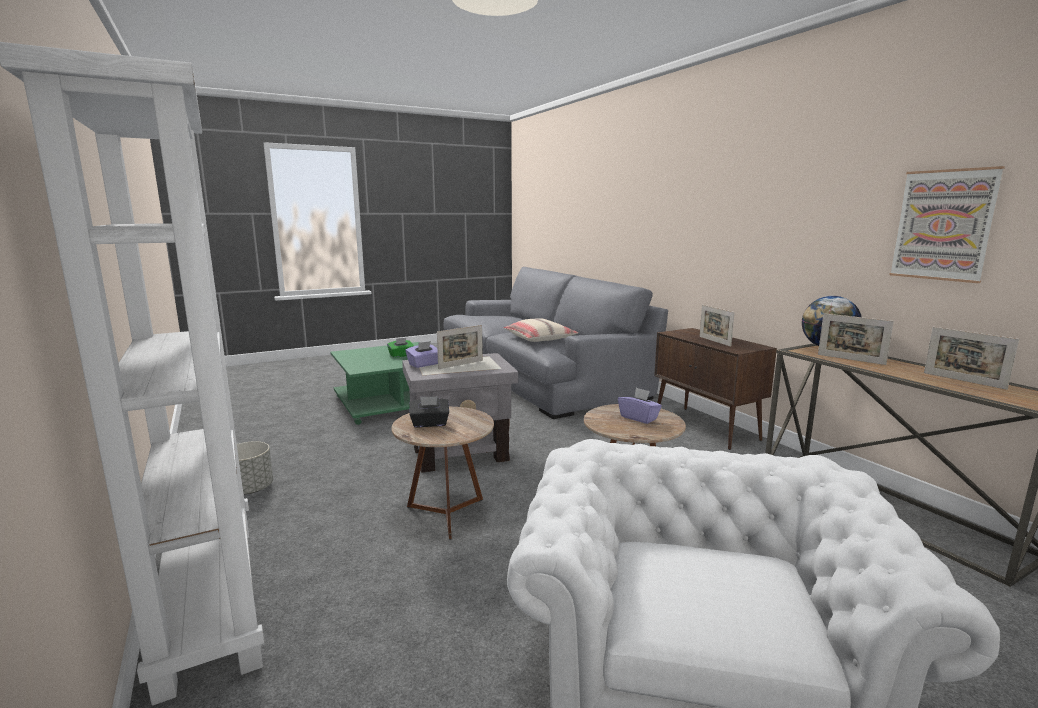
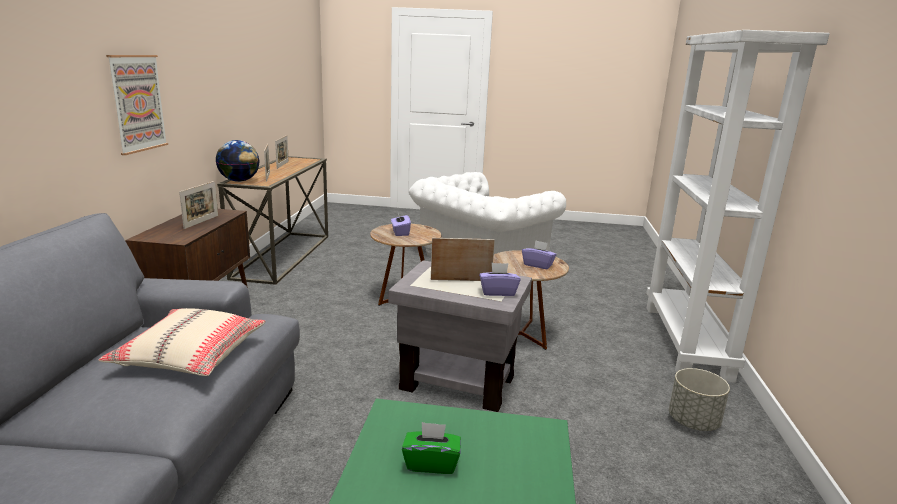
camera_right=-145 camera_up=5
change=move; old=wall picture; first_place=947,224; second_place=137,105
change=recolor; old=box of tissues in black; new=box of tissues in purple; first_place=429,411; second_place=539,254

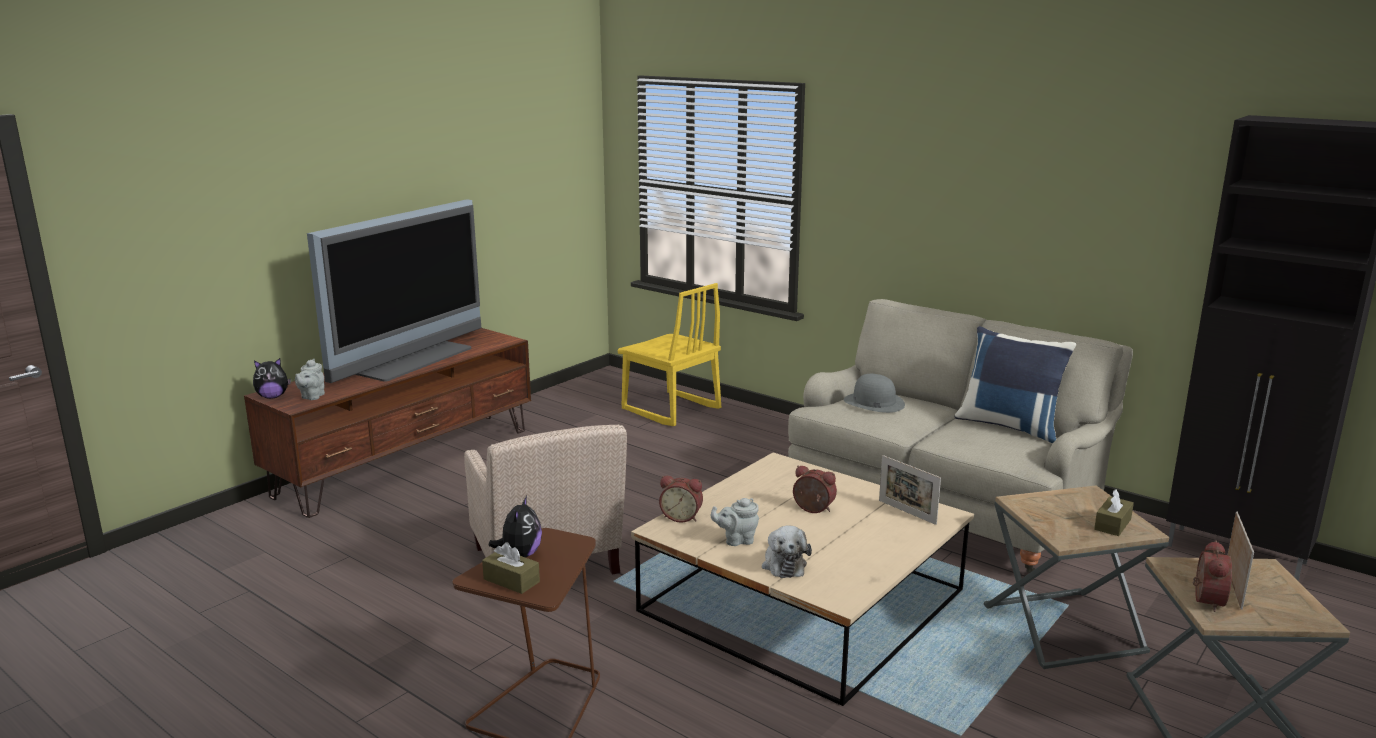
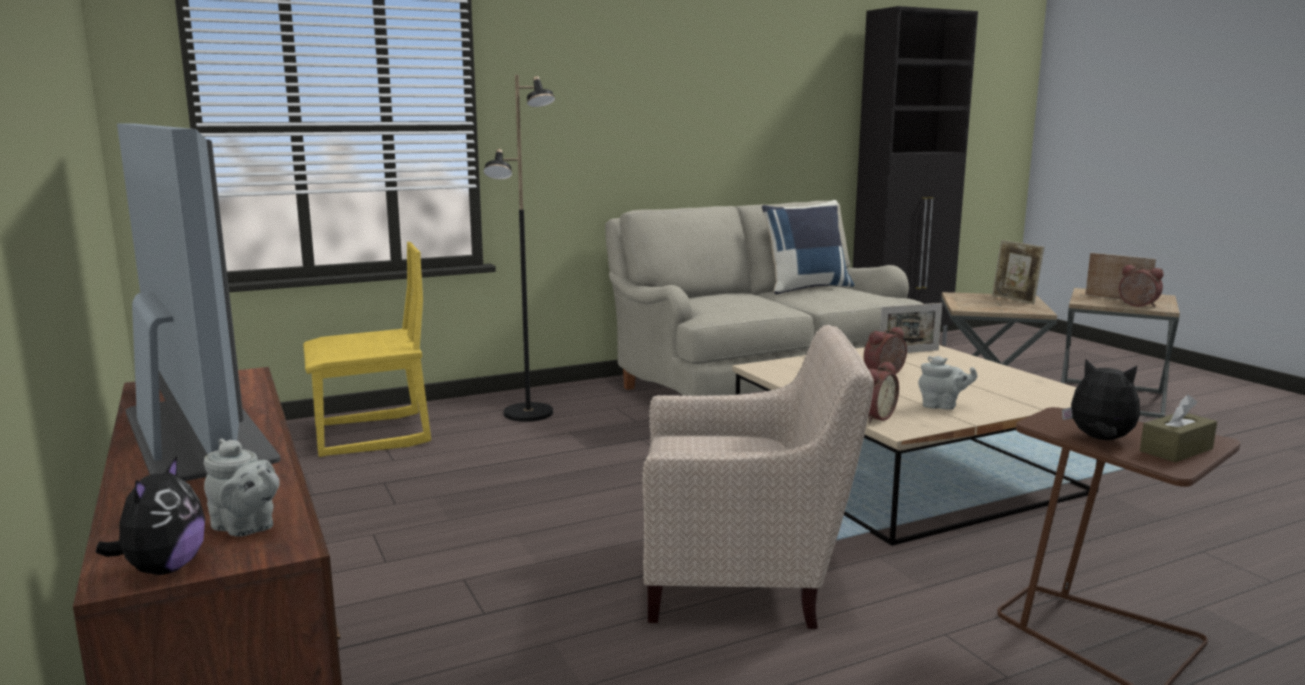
camera_right=-65 camera_up=-5
change=insert; new=standing lamp in black; second_place=519,248
change=rotate; old=pot for tea in gray; first_place=735,522; second_place=947,383; degrees=-90
change=replace; old=box of tissues in brown; new=standing frame; first_place=1114,512; second_place=1018,272
change=delete; old=plush toy; first_place=787,552
change=delete; old=wearable hat in gray; first_place=874,393

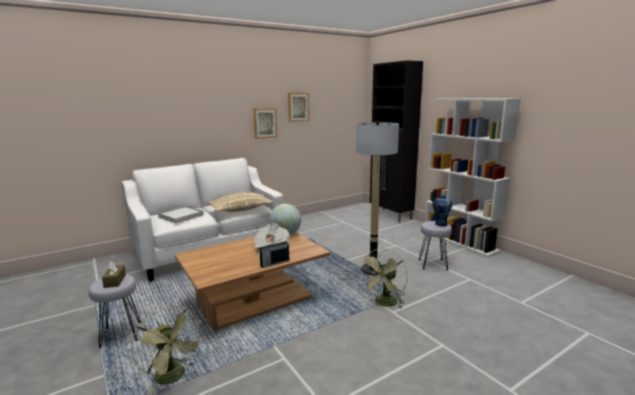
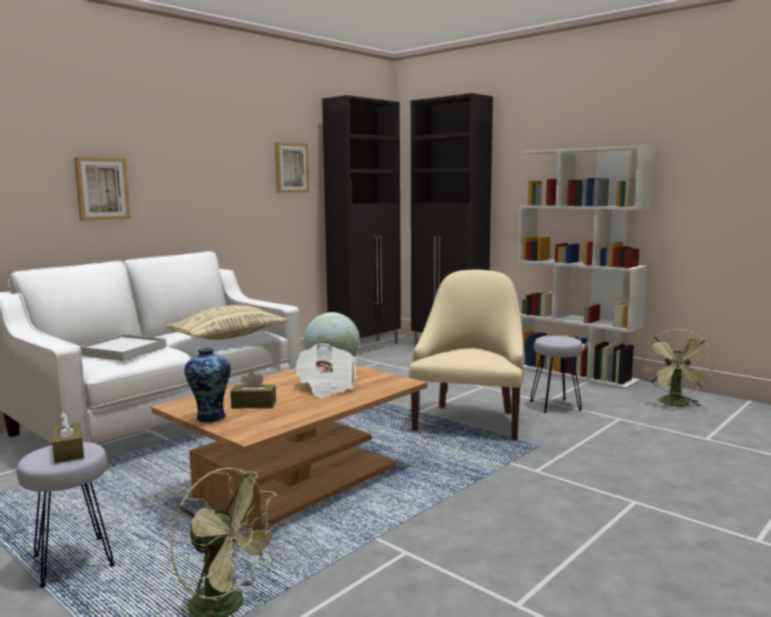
camera_right=-15 camera_up=-5
change=move; old=wall picture; first_place=265,123; second_place=102,189
change=move; old=vase; first_place=442,210; second_place=208,385
change=insert; new=box of tissues in brown; second_place=253,389
change=insert; new=storage cabinet in black; second_place=361,219
change=replace; old=standing lamp; new=armchair in beige-coloured; first_place=377,198; second_place=466,354
change=move; old=fan in green; first_place=383,278; second_place=678,367
change=delete; old=radio receiver; first_place=274,253

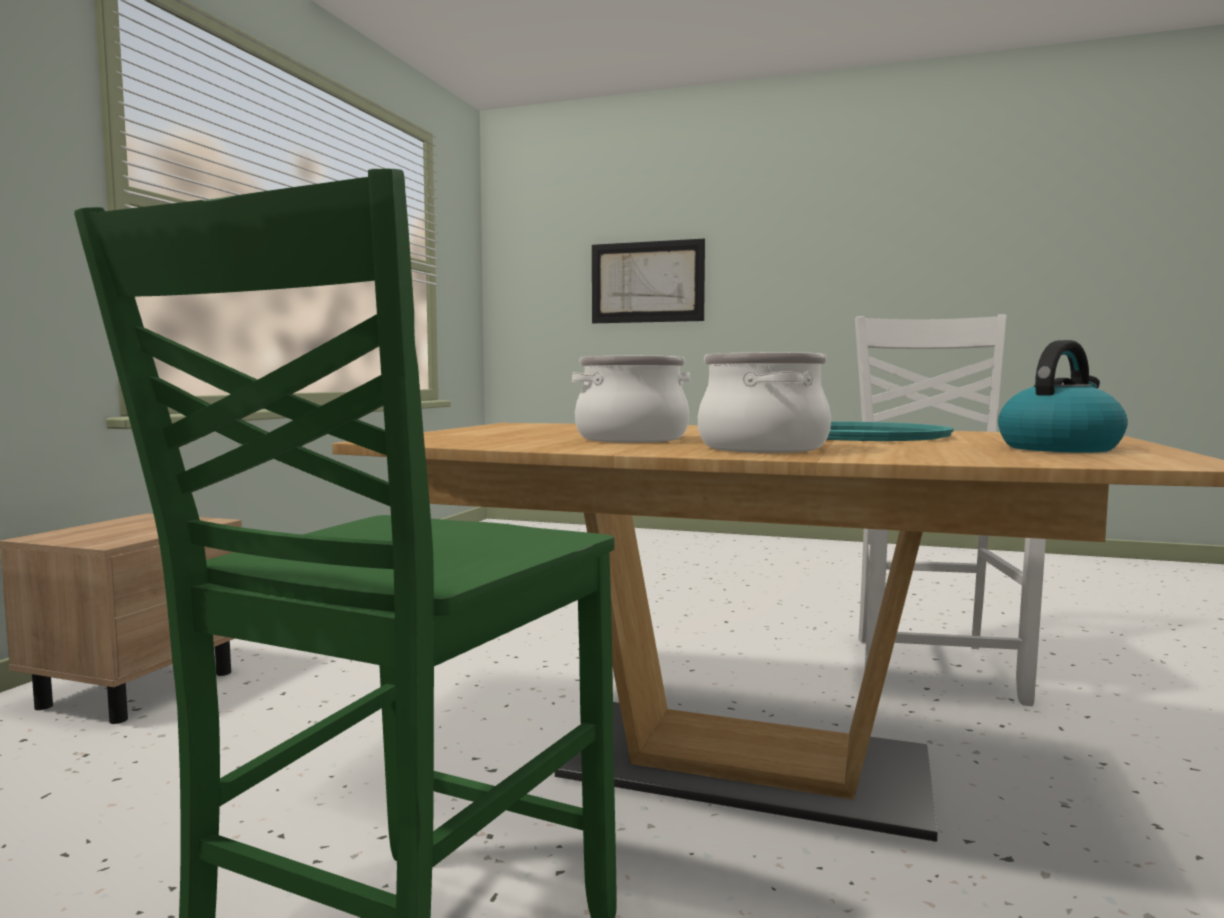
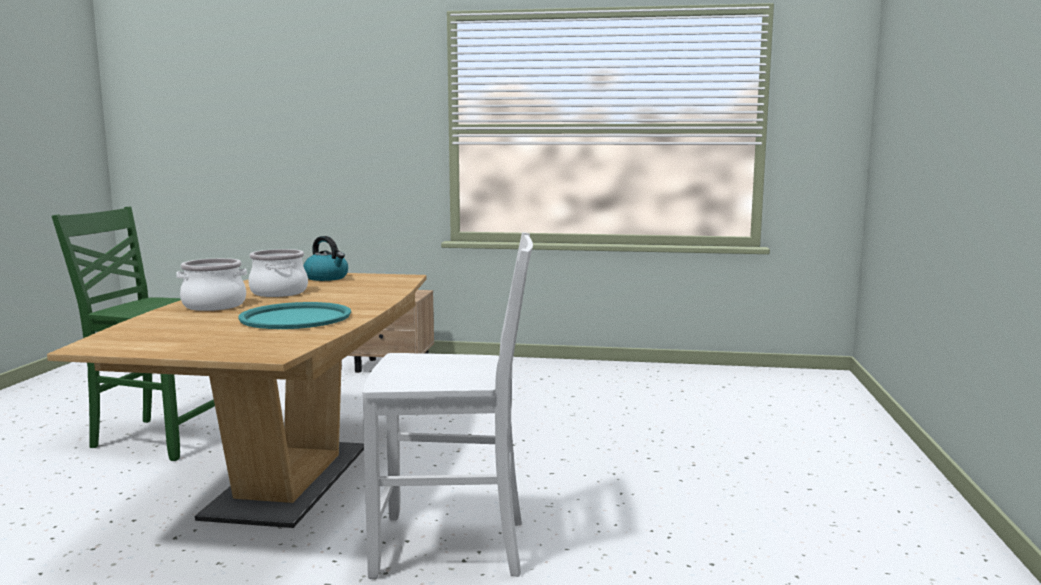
camera_right=80 camera_up=5
change=move; old=kettle; first_place=1063,396; second_place=325,258
change=delete; old=wall picture; first_place=648,281

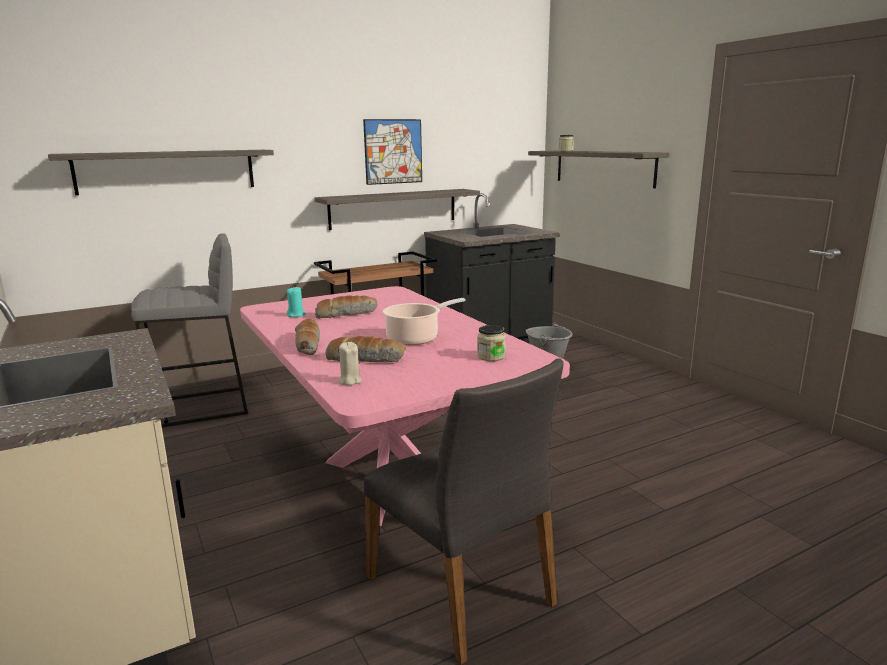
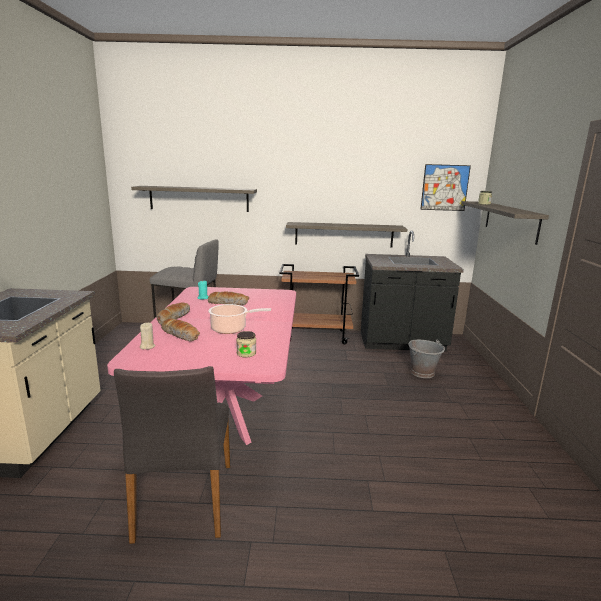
camera_right=30 camera_up=0
change=move; old=wall picture; first_place=392,152; second_place=445,187

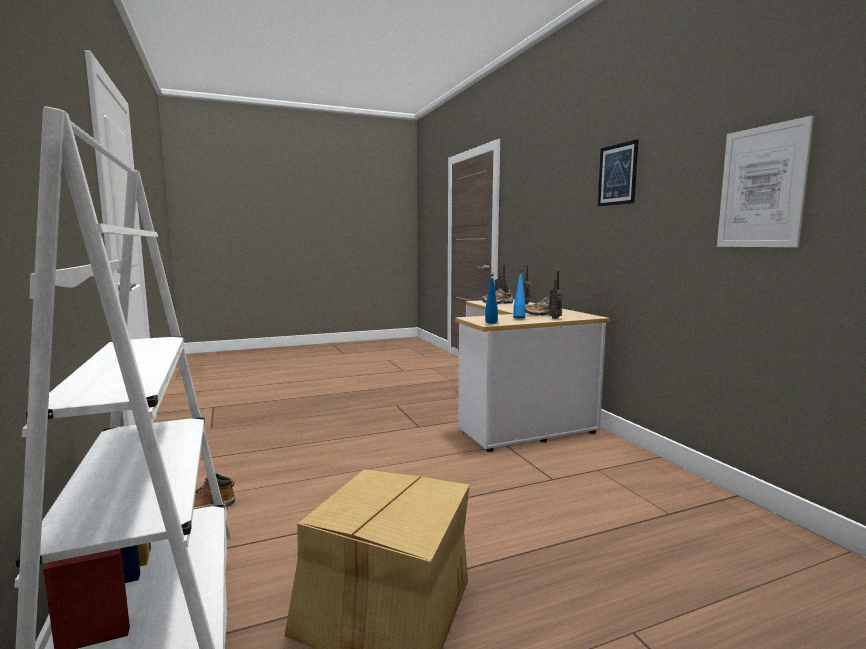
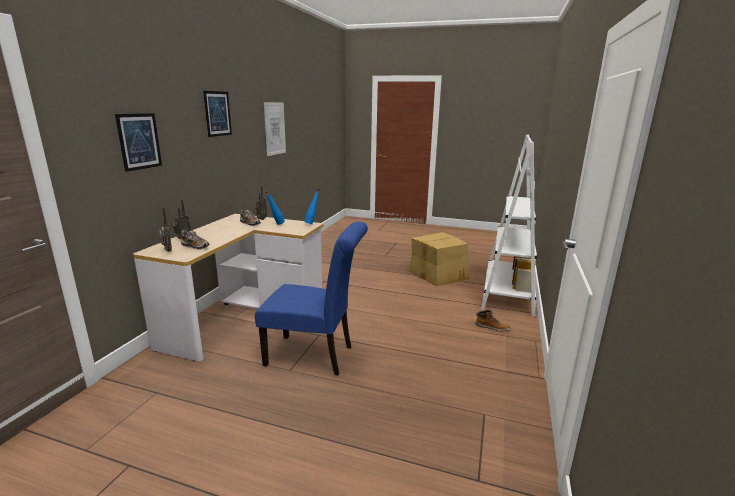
camera_right=-140 camera_up=10
change=insert; new=wall picture; second_place=138,142
change=insert; new=plain chair in blue-coloured; second_place=311,298

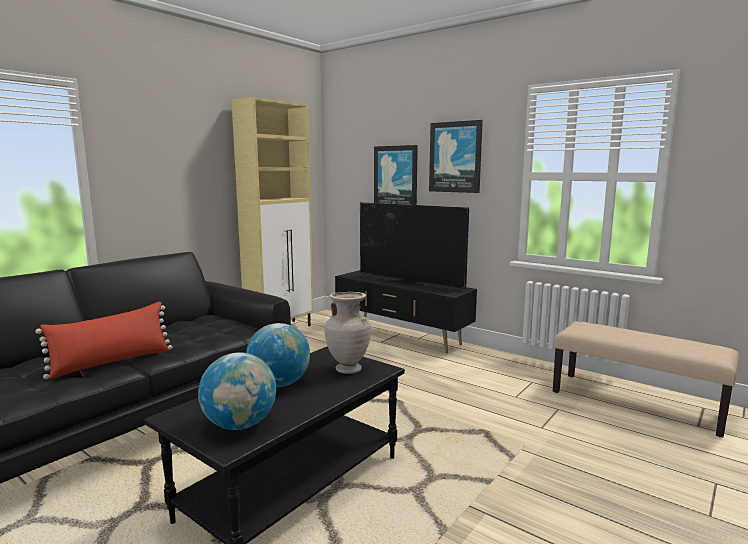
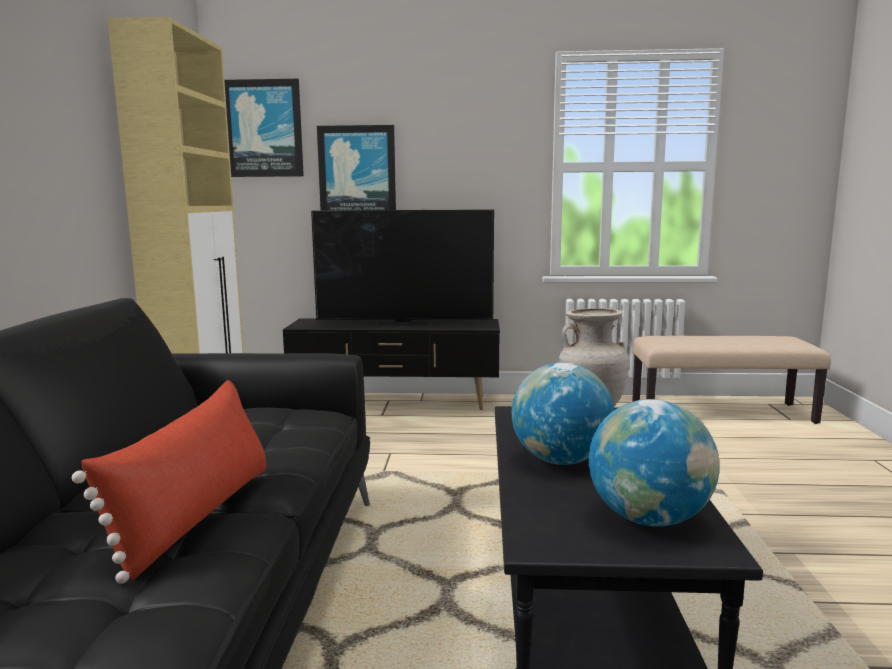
camera_right=-35 camera_up=0
change=move; old=wall picture; first_place=456,156; second_place=264,128

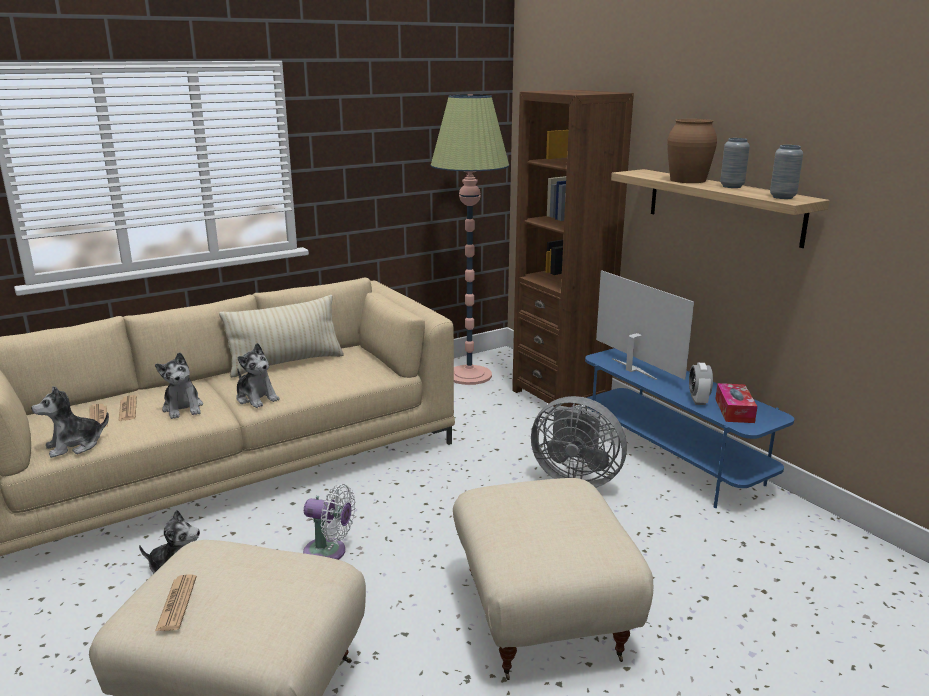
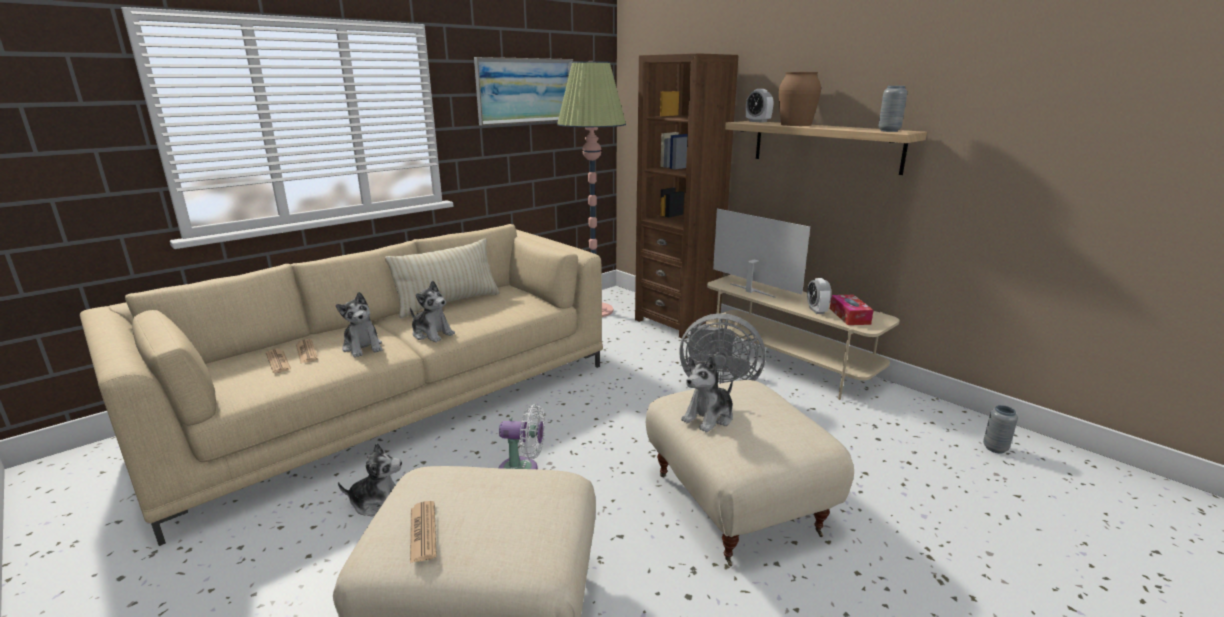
camera_right=-10 camera_up=0
change=insert; new=wall picture; second_place=523,91
change=move; old=plush toy; first_place=70,422; second_place=707,394
change=recolor; old=tv unit in blue-coloured; new=tv unit in beige-coloured; first_place=689,428; second_place=803,337
change=insert; new=bedside clock; second_place=759,106
change=move; old=vase in gray; first_place=735,163; second_place=1000,429

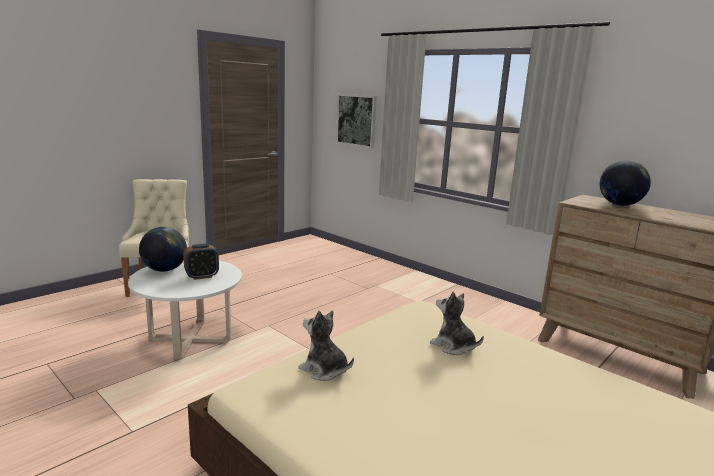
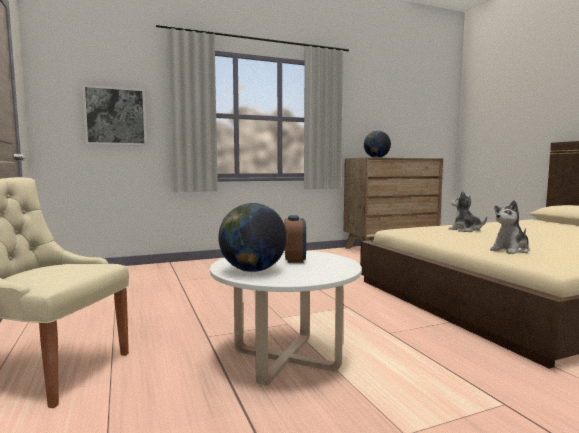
camera_right=-65 camera_up=-10
change=rotate; old=plush toy; first_place=457,323; second_place=467,211; degrees=75

